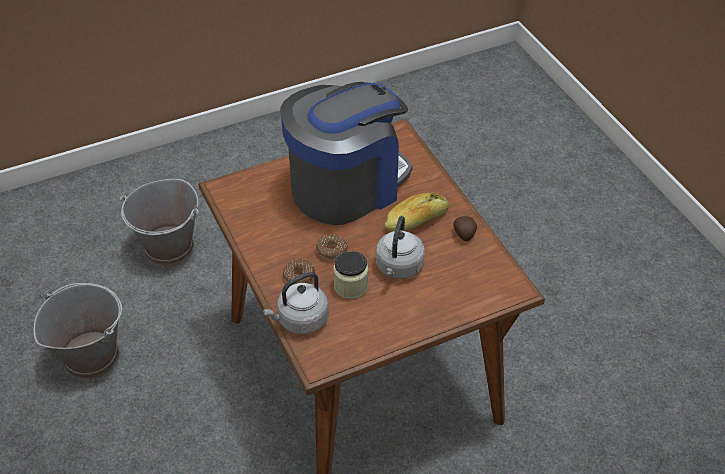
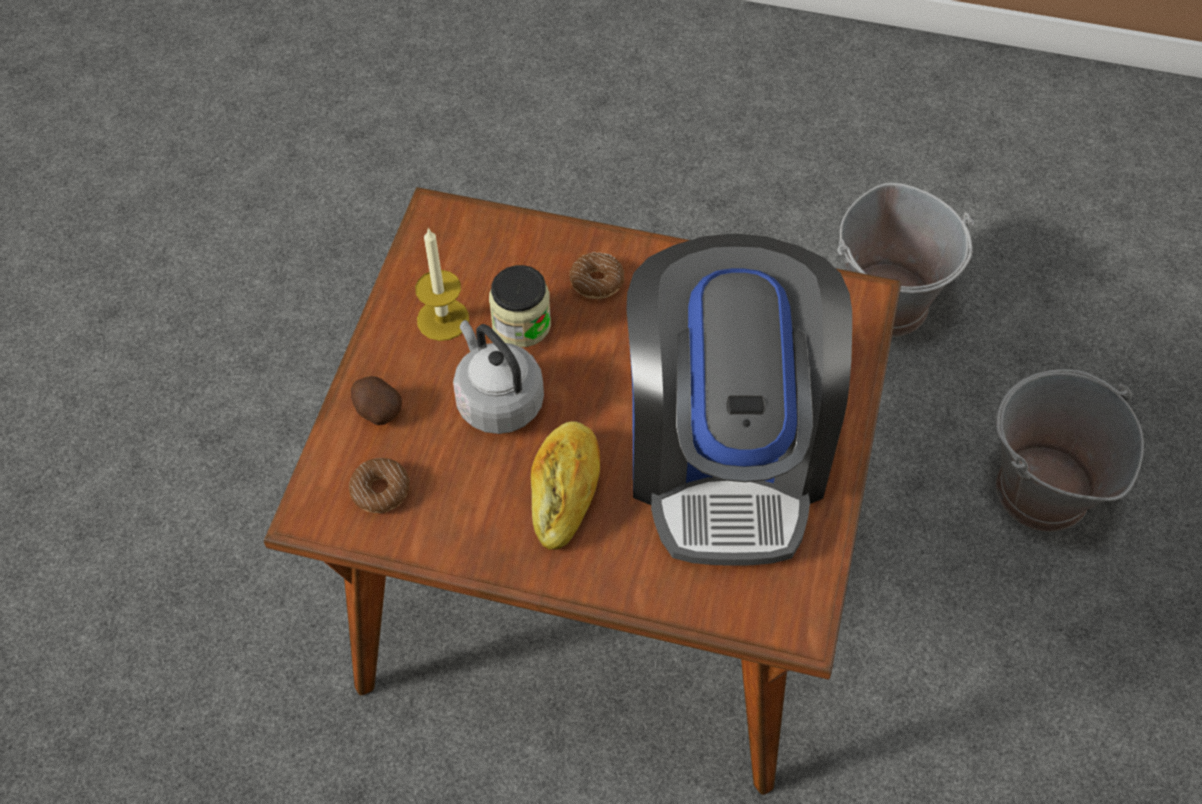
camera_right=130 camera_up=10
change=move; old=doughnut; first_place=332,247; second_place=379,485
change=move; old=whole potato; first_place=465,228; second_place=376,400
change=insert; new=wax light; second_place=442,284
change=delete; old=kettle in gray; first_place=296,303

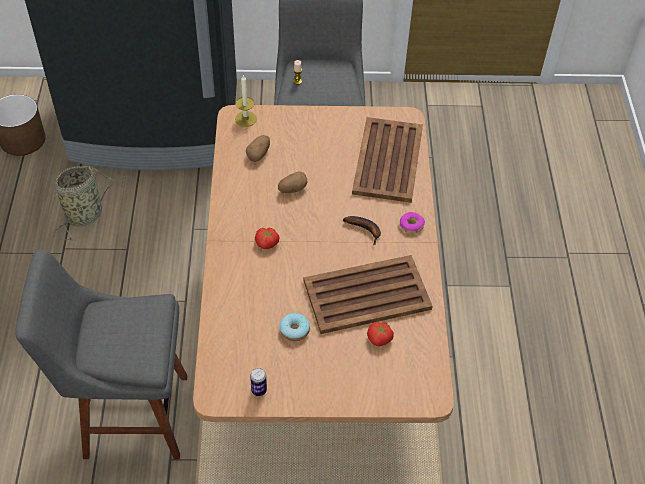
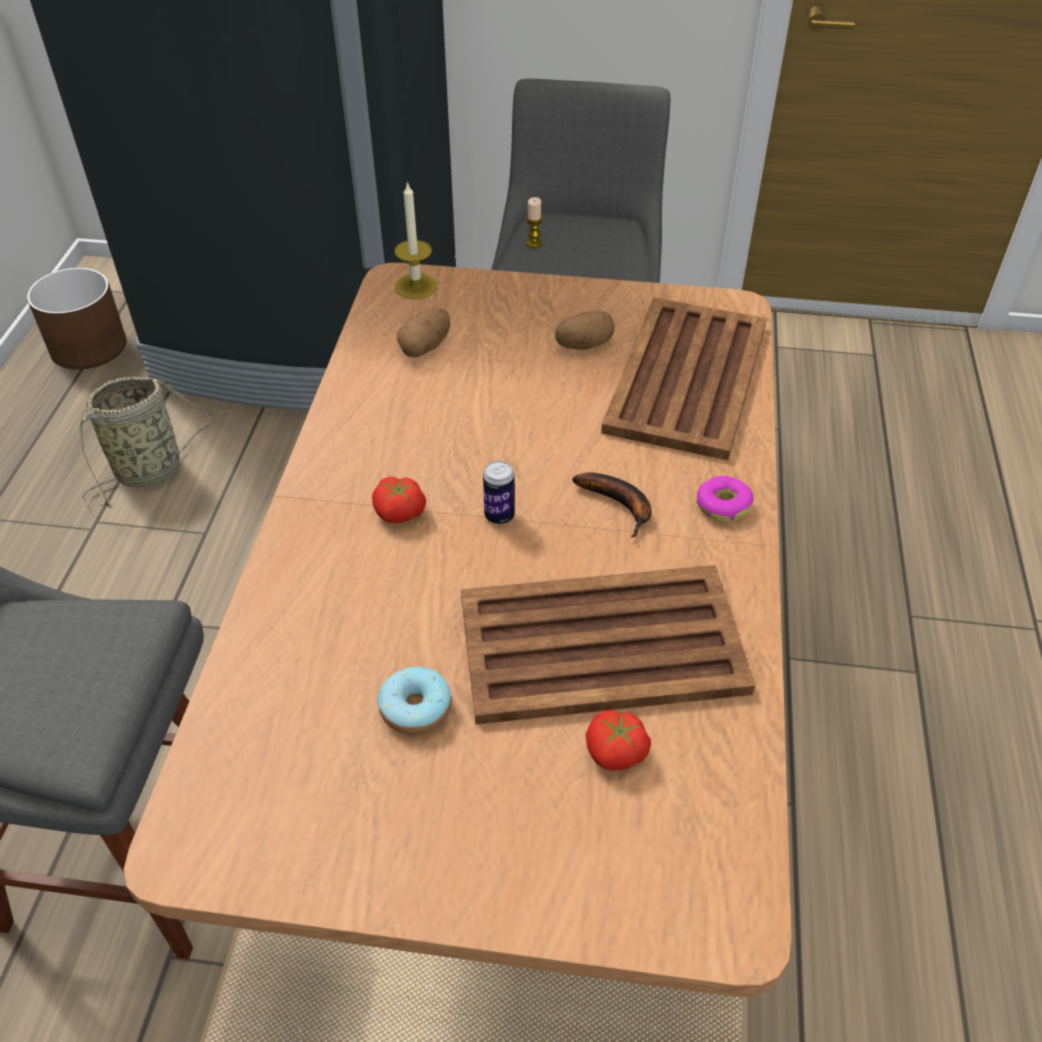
camera_right=10 camera_up=-5
change=move; old=can; first_place=258,382; second_place=499,492
change=move; old=whole potato; first_place=293,182; second_place=585,330

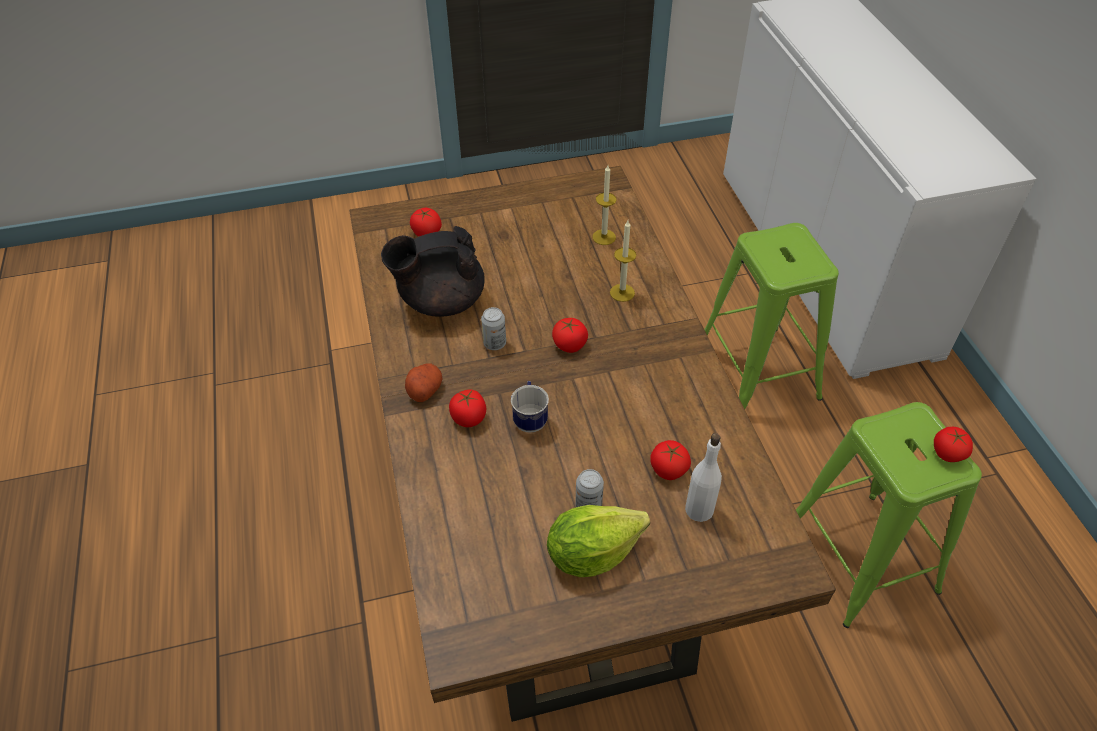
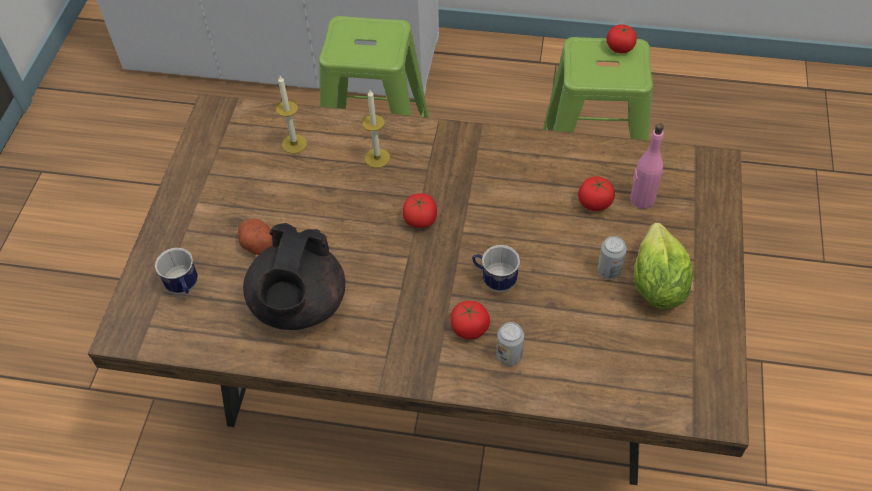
camera_right=-65 camera_up=5
change=replace; old=whole tomato; new=mug; first_place=426,222; second_place=176,271
change=move; old=whole potato; first_place=424,383; second_place=255,237
change=move; old=can; first_place=493,328; second_place=510,344
change=recolor; old=bottle in white-coloured; new=bottle in pinkish; first_place=703,477; second_place=647,166

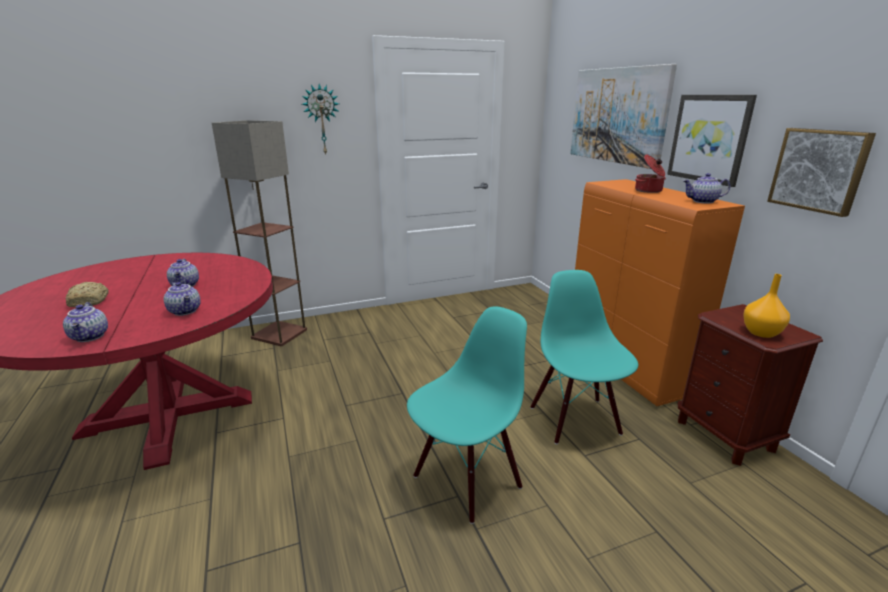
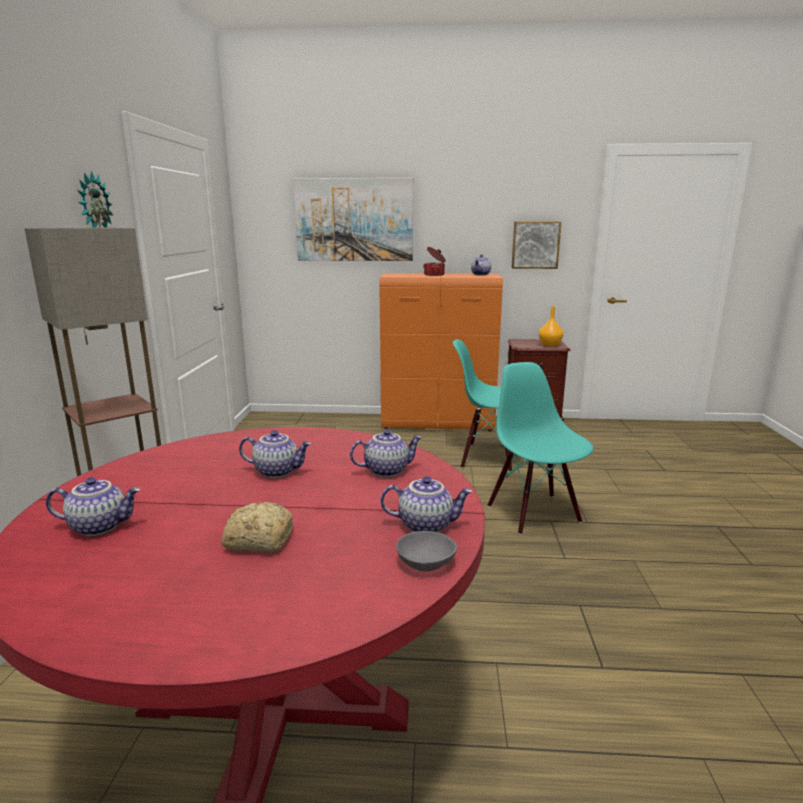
camera_right=-65 camera_up=-5
change=insert; new=pot for tea; second_place=93,506
change=insert; new=deep dish in gray; second_place=426,551
change=delete; old=wall picture; first_place=712,141

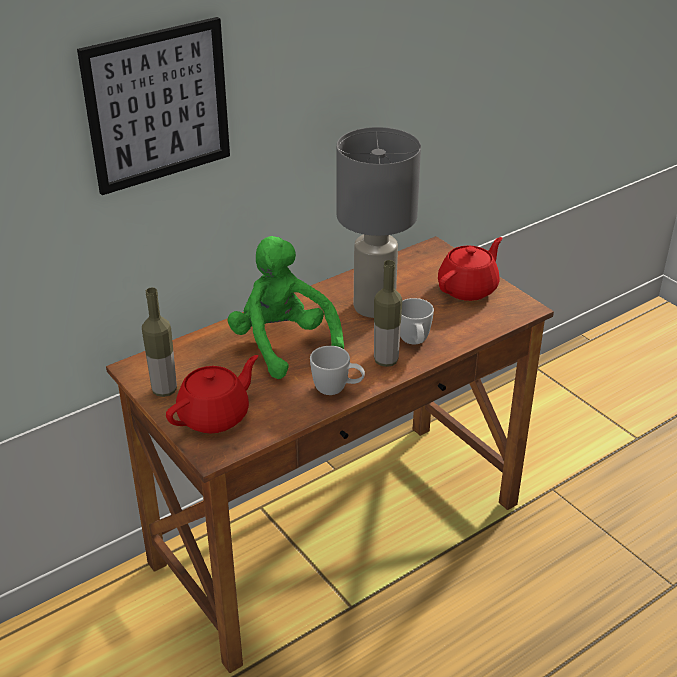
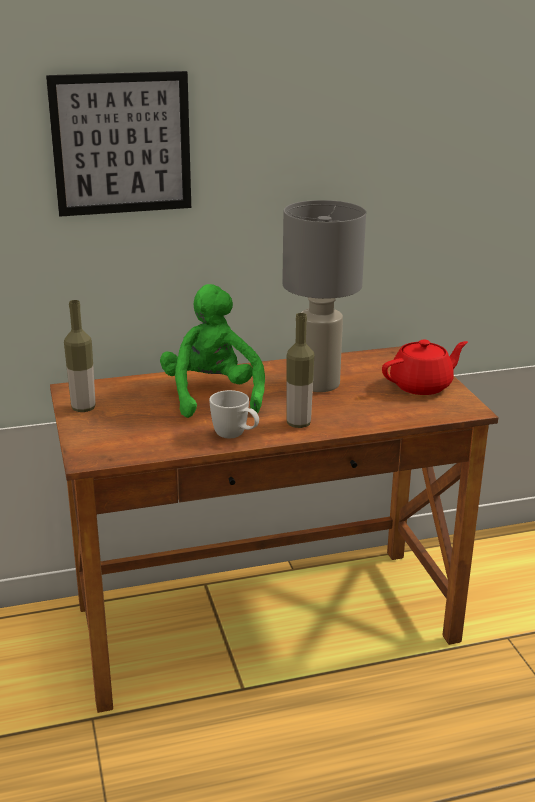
camera_right=20 camera_up=-10
change=delete; old=pot for tea in red; first_place=212,394
change=delete; old=mug in white-coloured; first_place=417,321

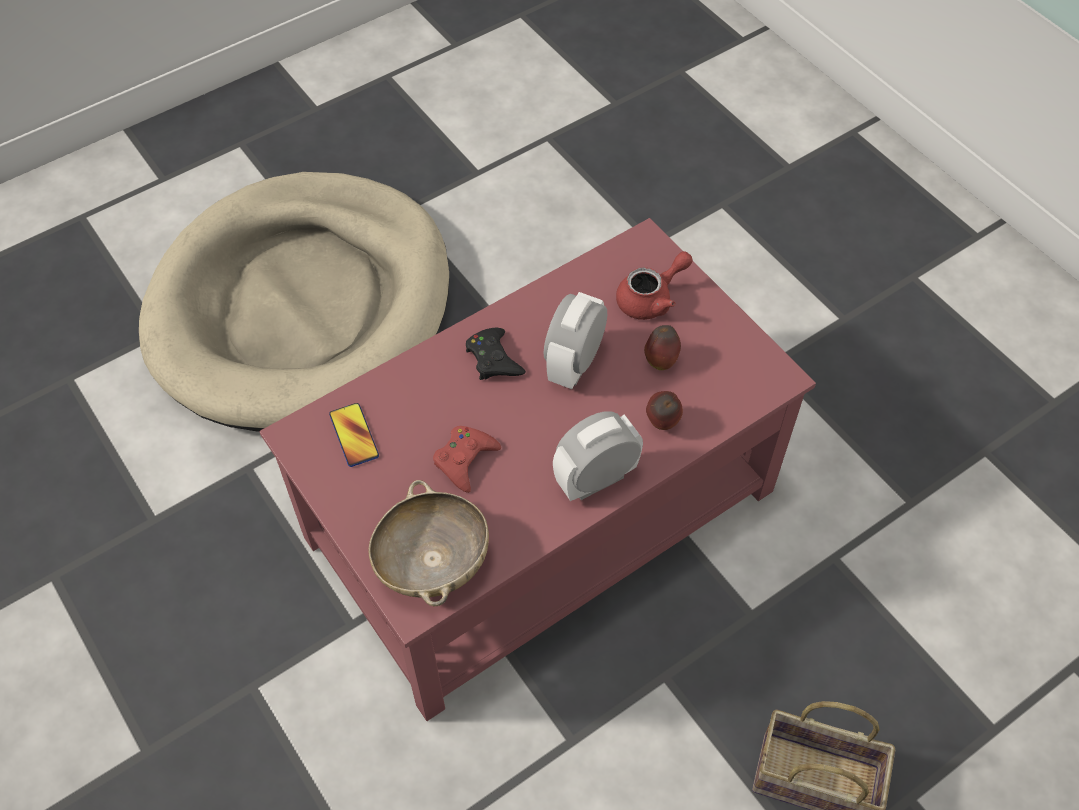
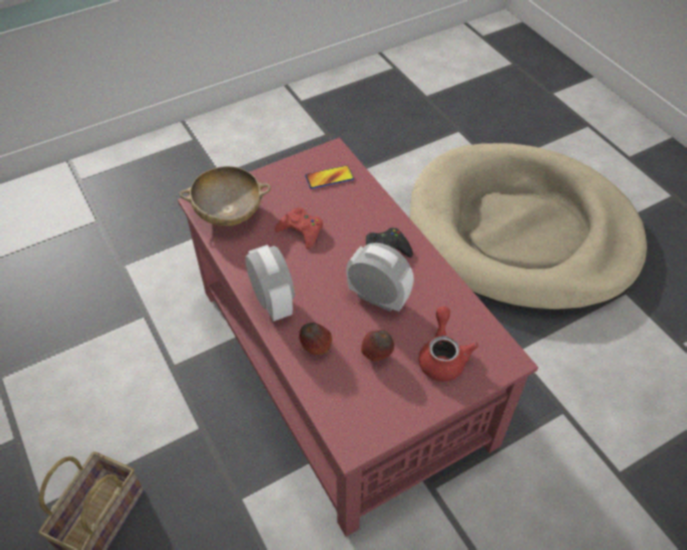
camera_right=95 camera_up=-5
change=rotate; old=pot for tea in red; first_place=654,285; second_place=449,344; degrees=-150

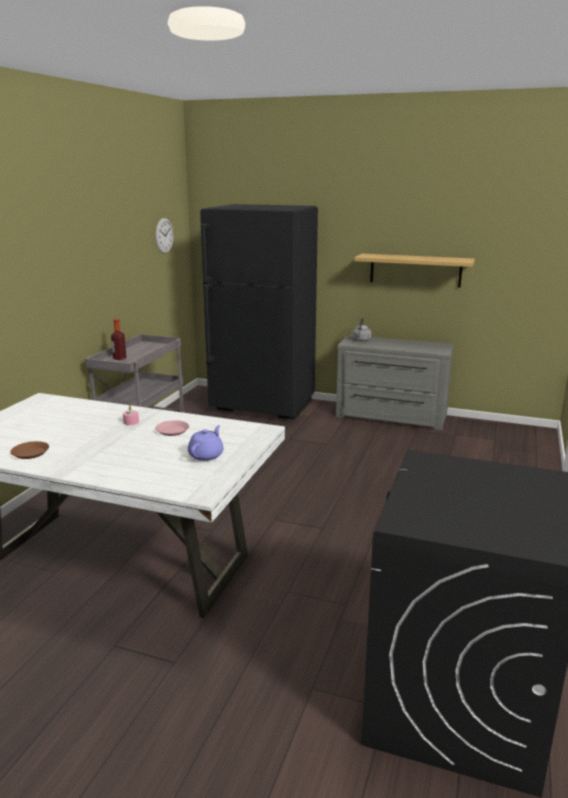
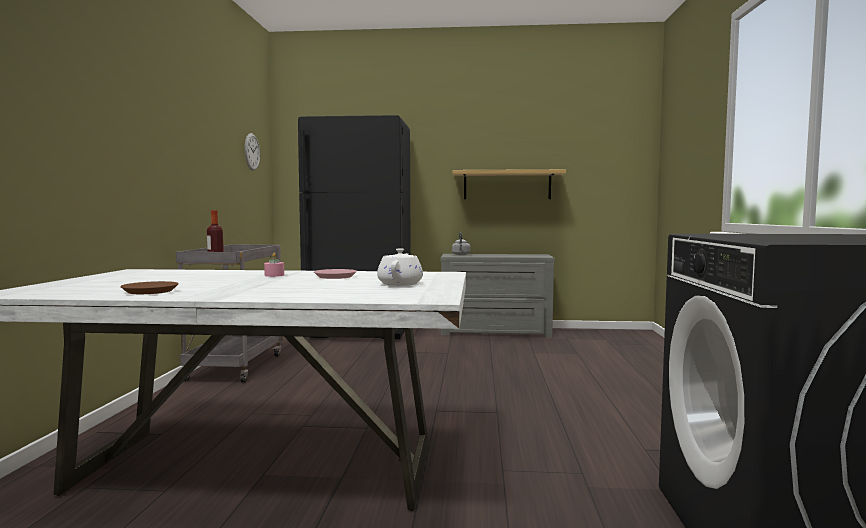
camera_right=-15 camera_up=-15
change=recolor; old=pot for tea in purple; new=pot for tea in white-coloured; first_place=206,443; second_place=400,267

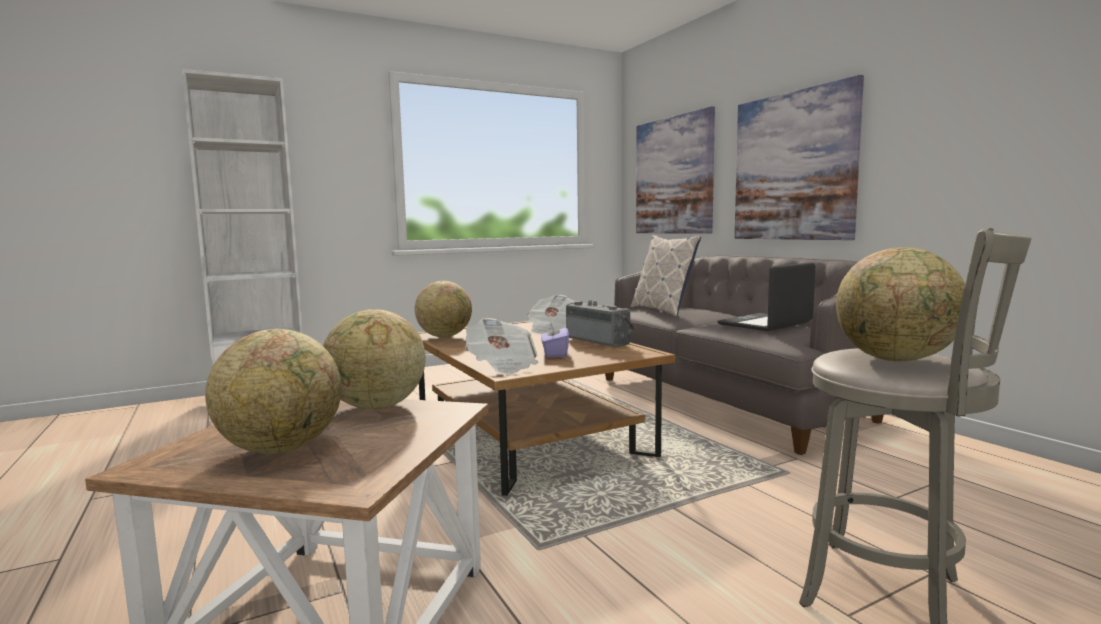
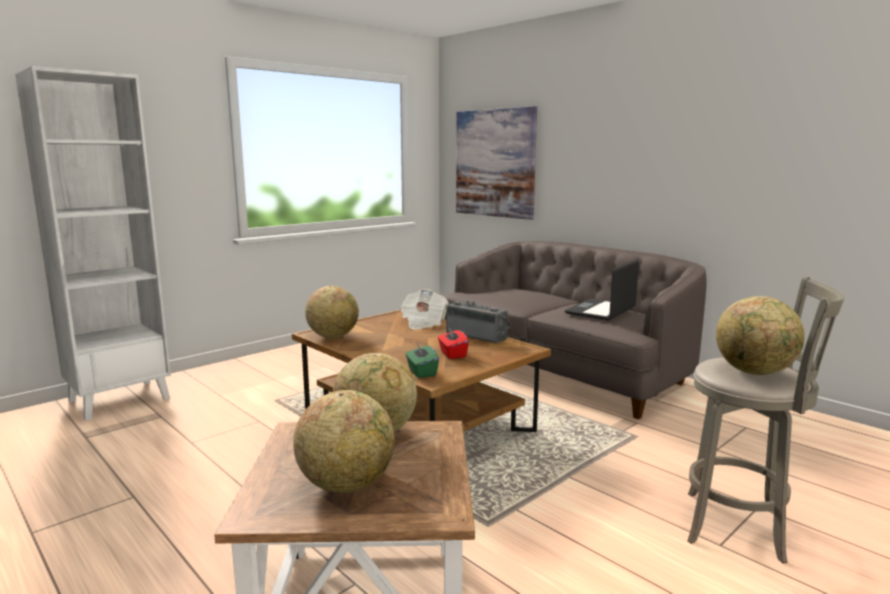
camera_right=-15 camera_up=5
change=replace; old=daily paper; new=box of tissues in green; first_place=501,346; second_place=422,360
change=recolor; old=box of tissues in purple; new=box of tissues in red; first_place=555,339; second_place=453,342
change=delete; old=pillow; first_place=666,276
change=delete; old=wall picture; first_place=799,157

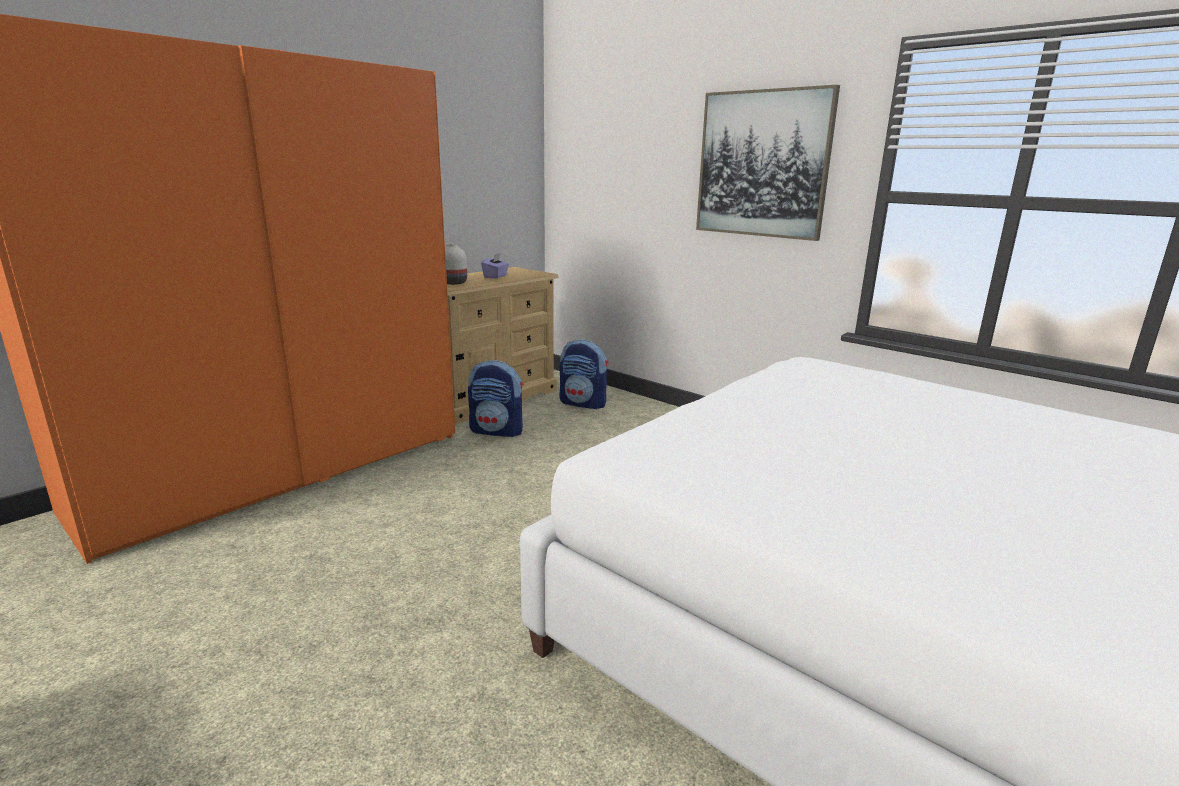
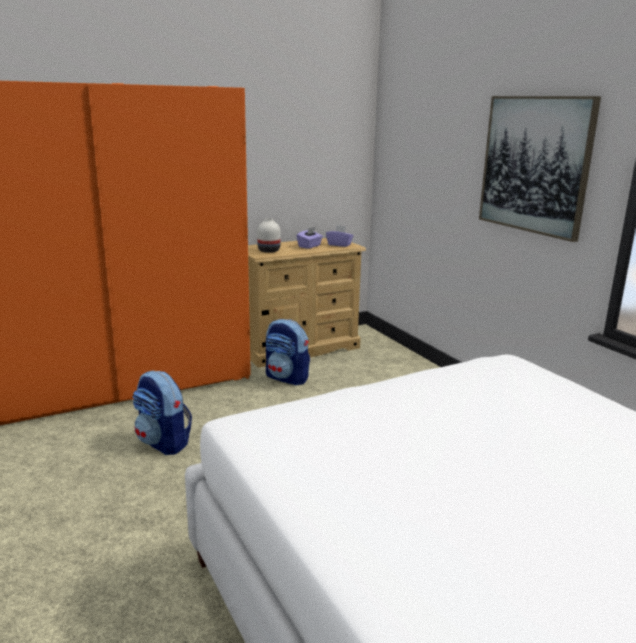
camera_right=20 camera_up=0
change=move; old=rucksack; first_place=584,374; second_place=162,413
change=insert; new=box of tissues in purple; second_place=340,236

